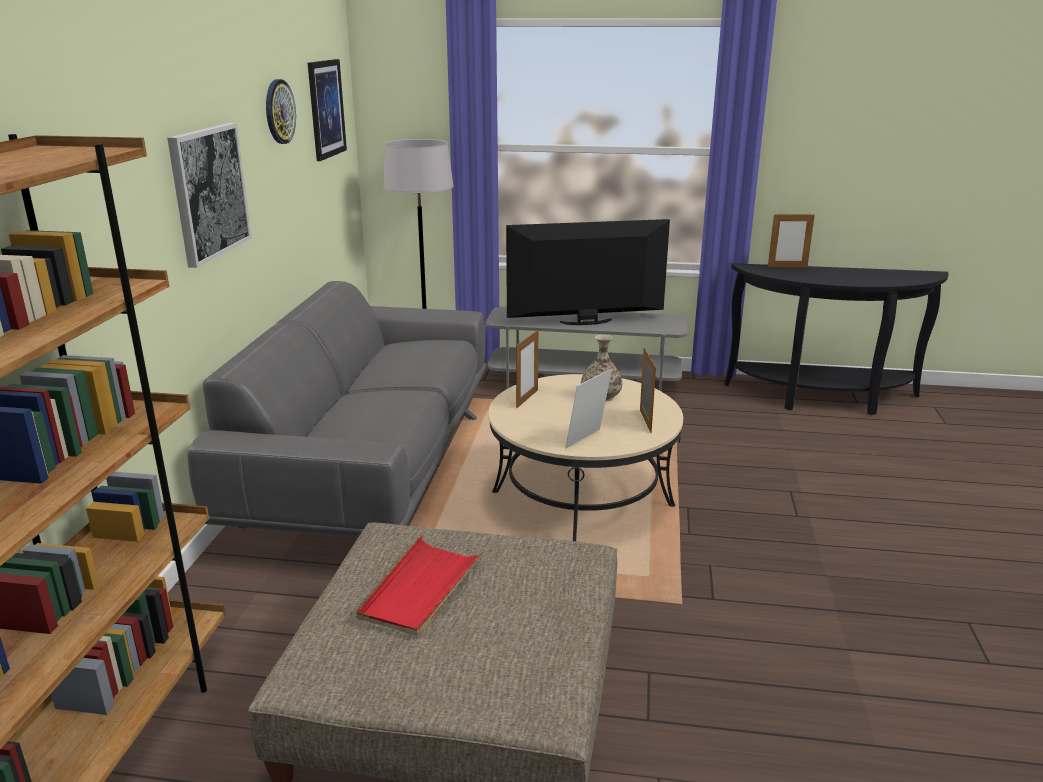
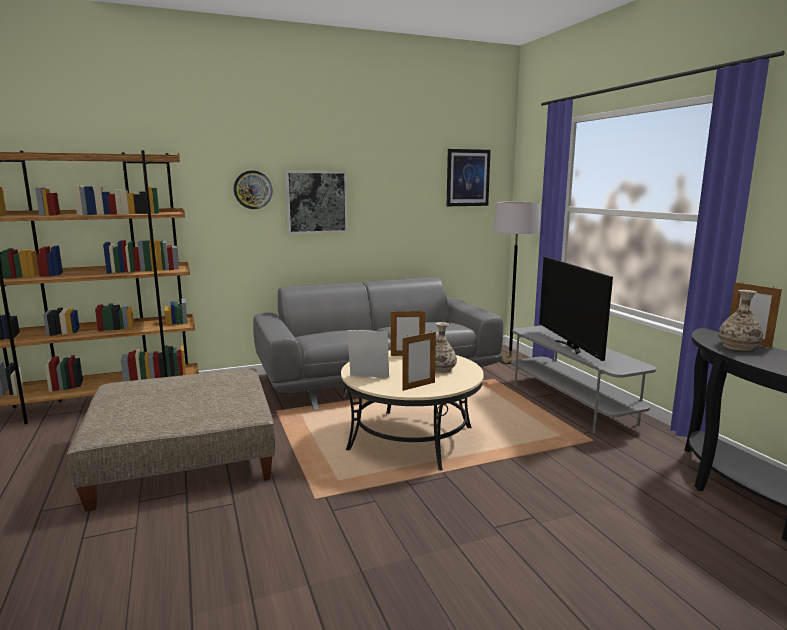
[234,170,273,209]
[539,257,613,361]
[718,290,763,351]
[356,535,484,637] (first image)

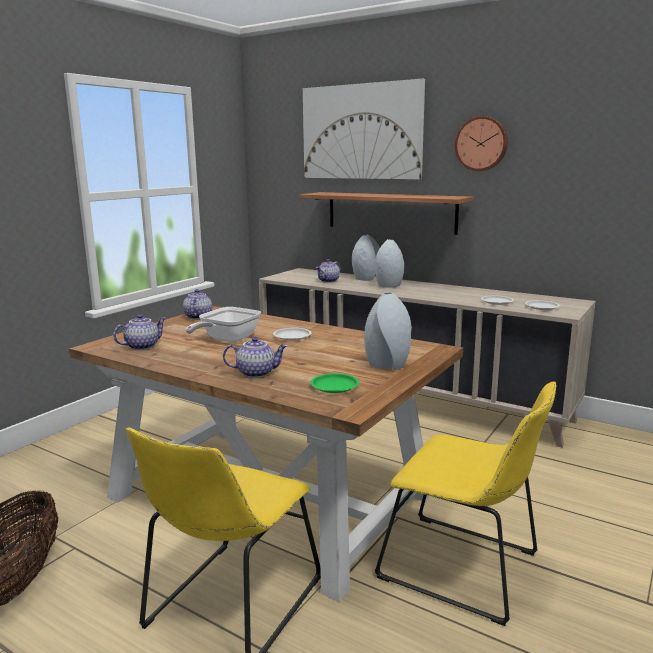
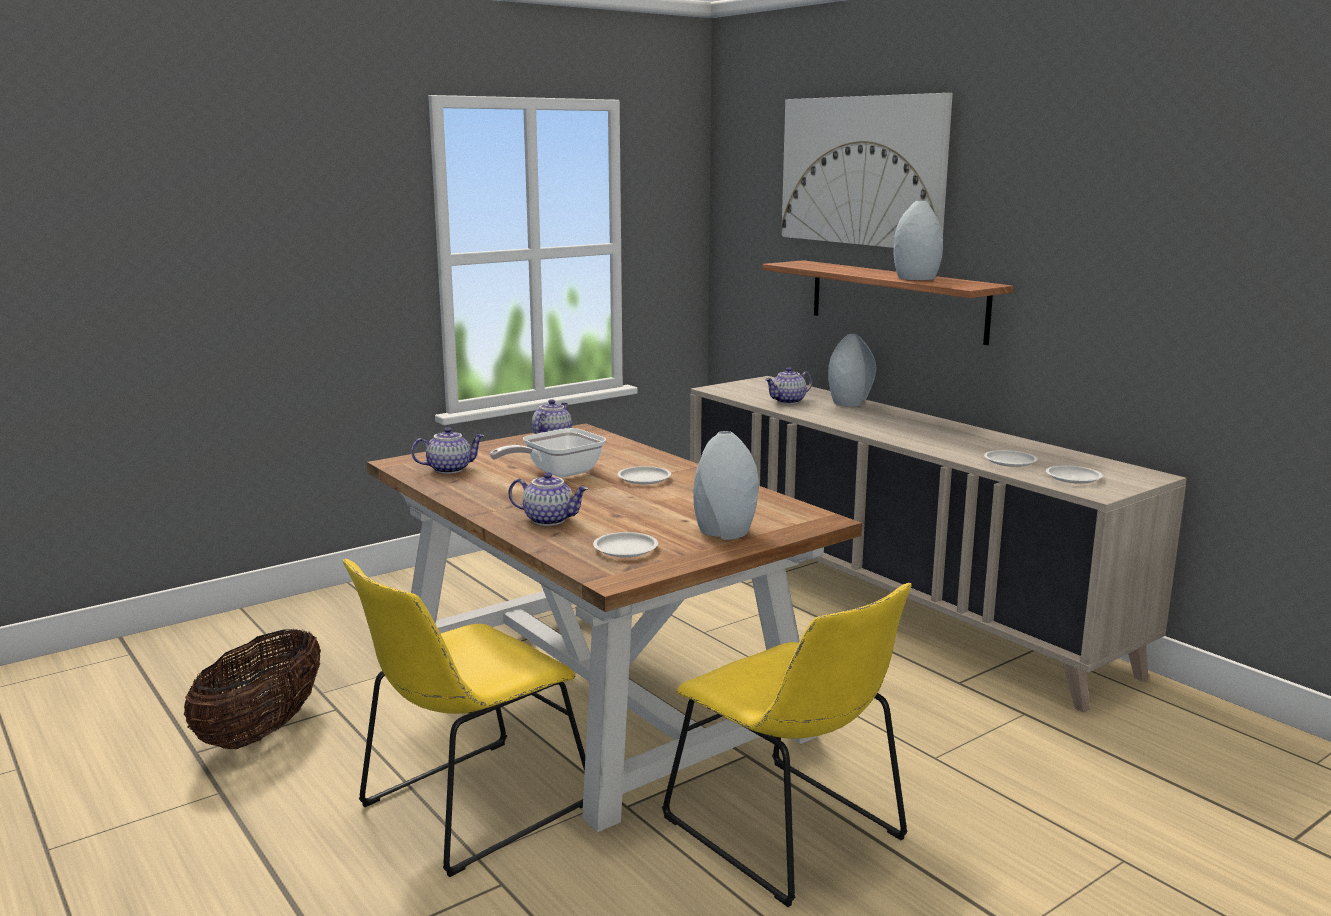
[593,532,658,557]
[893,200,943,280]
[455,116,508,171] (first image)

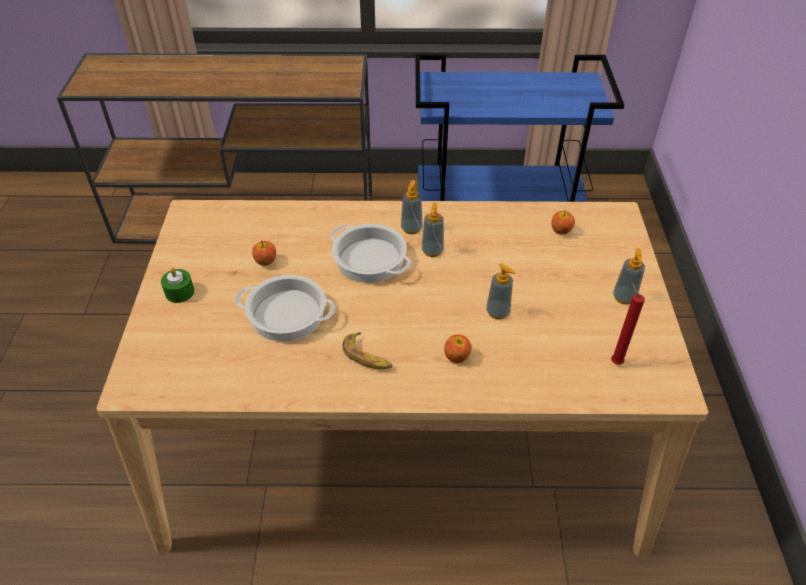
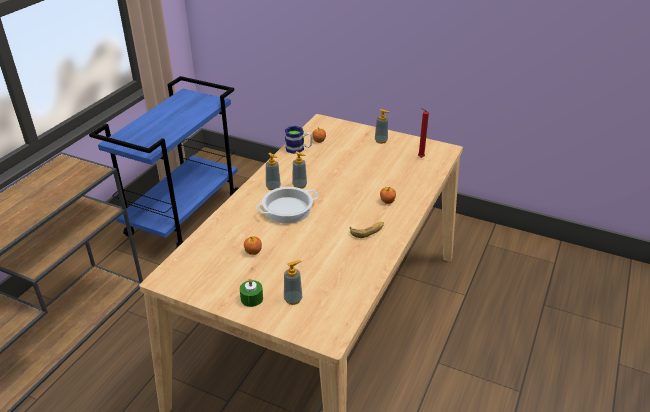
[284,260,302,305]
[285,126,312,154]
[235,275,336,342] (first image)

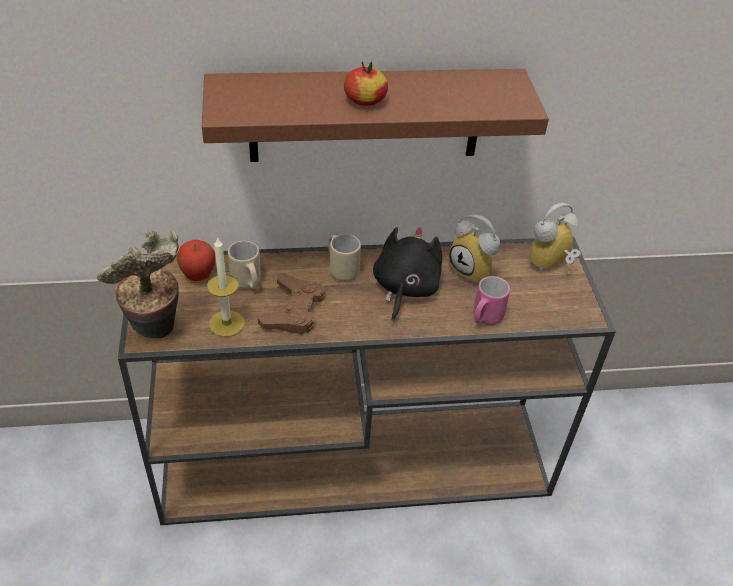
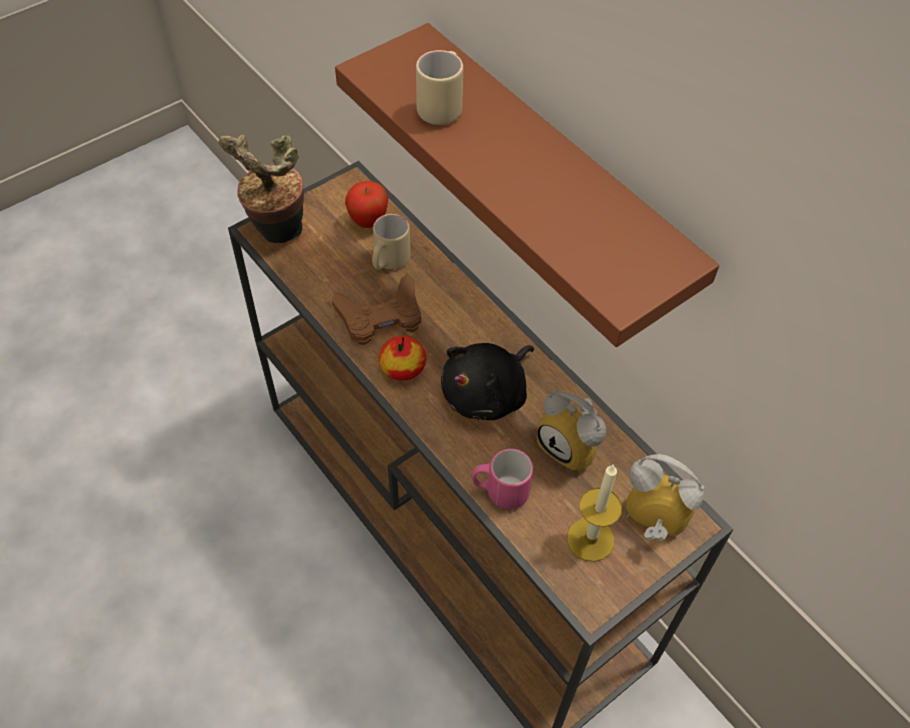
[379,336,426,380]
[416,50,463,125]
[441,343,534,420]
[537,391,606,471]
[567,464,622,562]

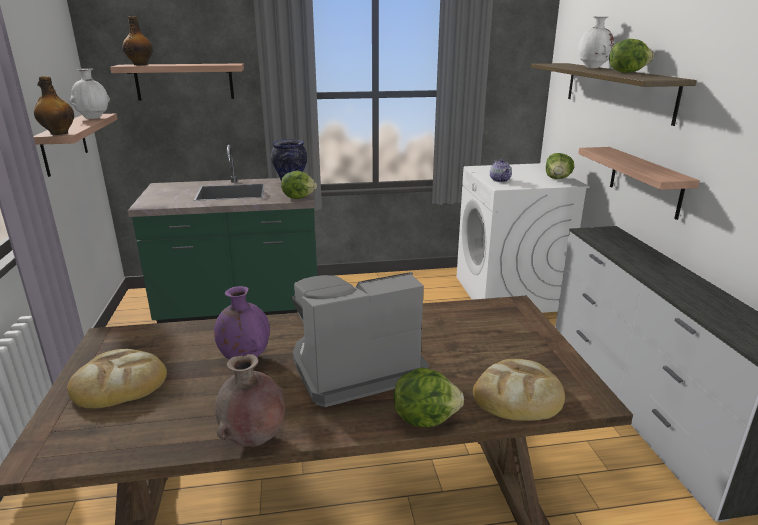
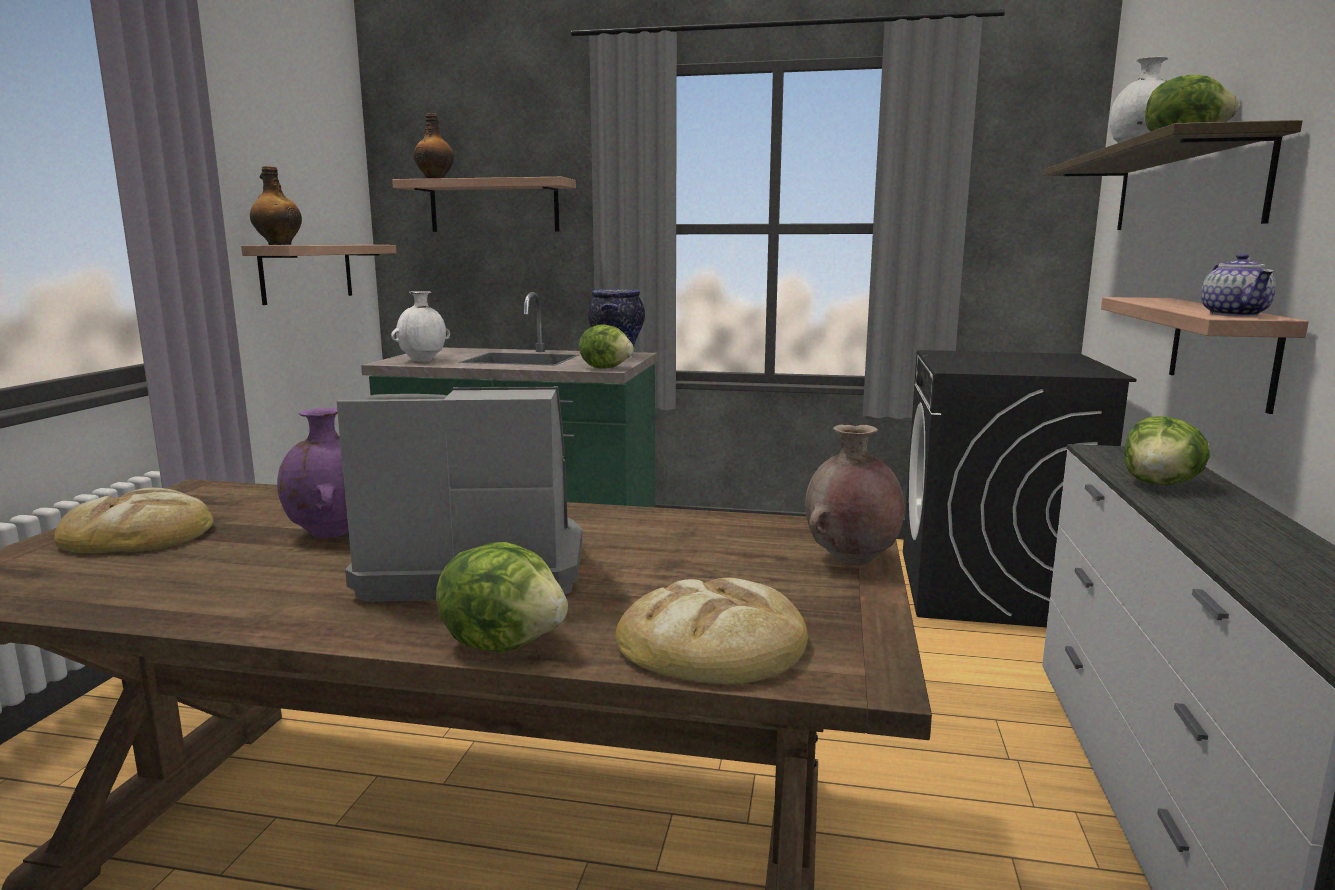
[391,291,450,361]
[805,424,904,565]
[903,350,1137,628]
[1125,416,1210,485]
[1201,253,1276,316]

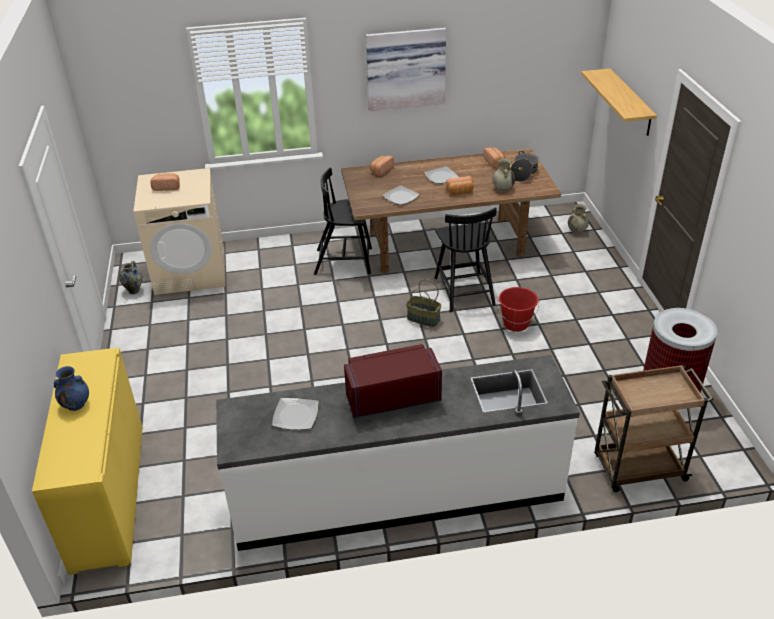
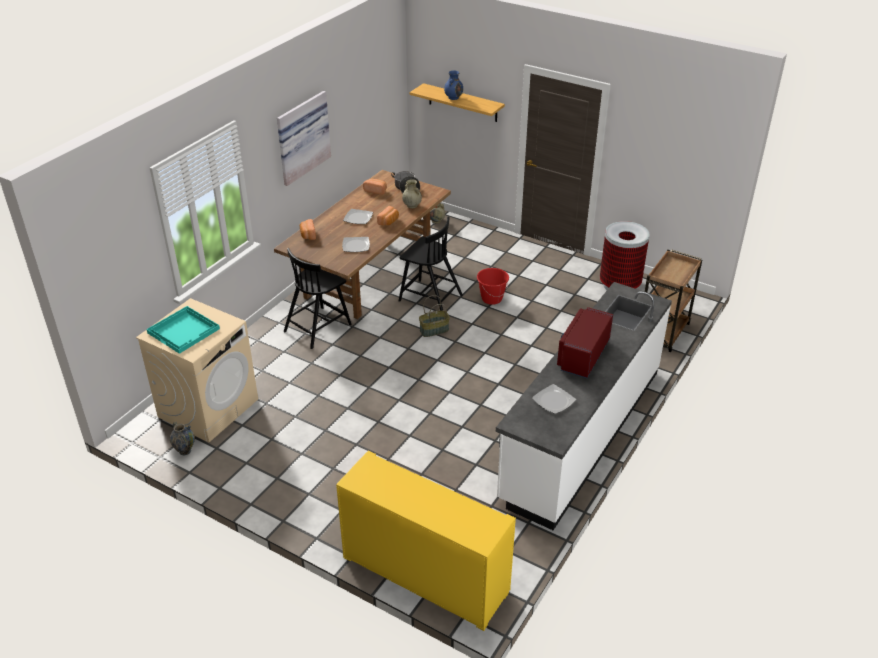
[146,306,220,354]
[444,70,463,100]

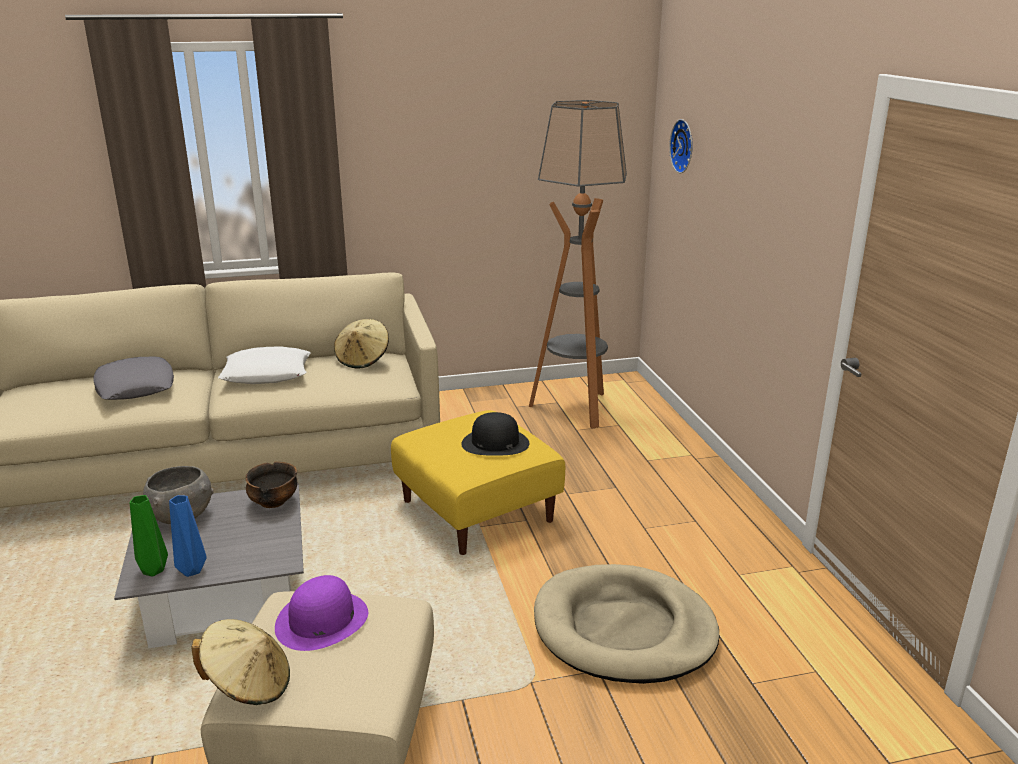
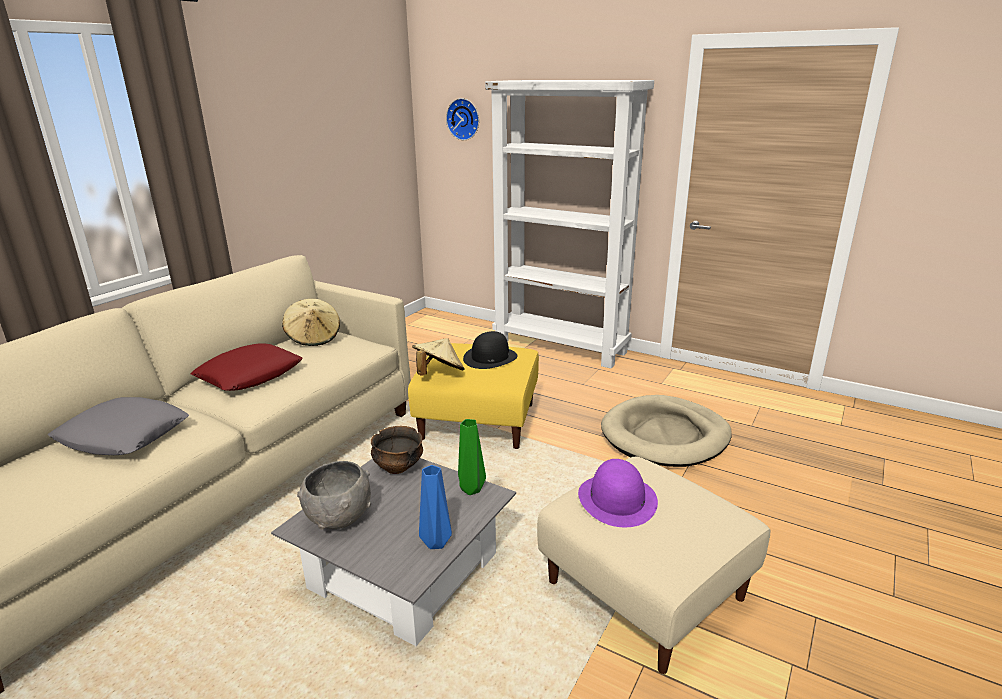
[191,344,303,391]
[412,338,465,376]
[458,419,486,495]
[485,80,654,368]
[529,100,627,428] (first image)

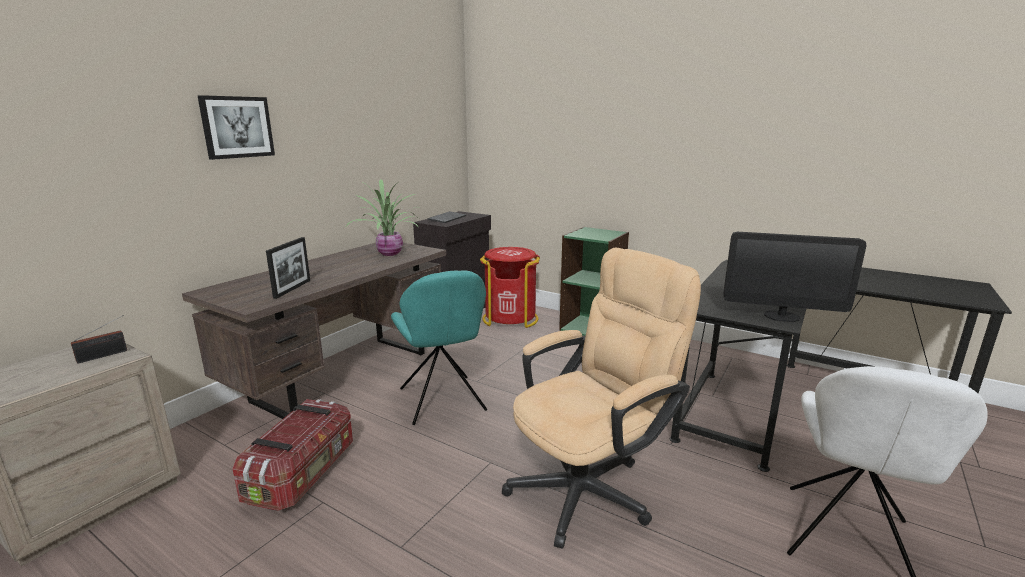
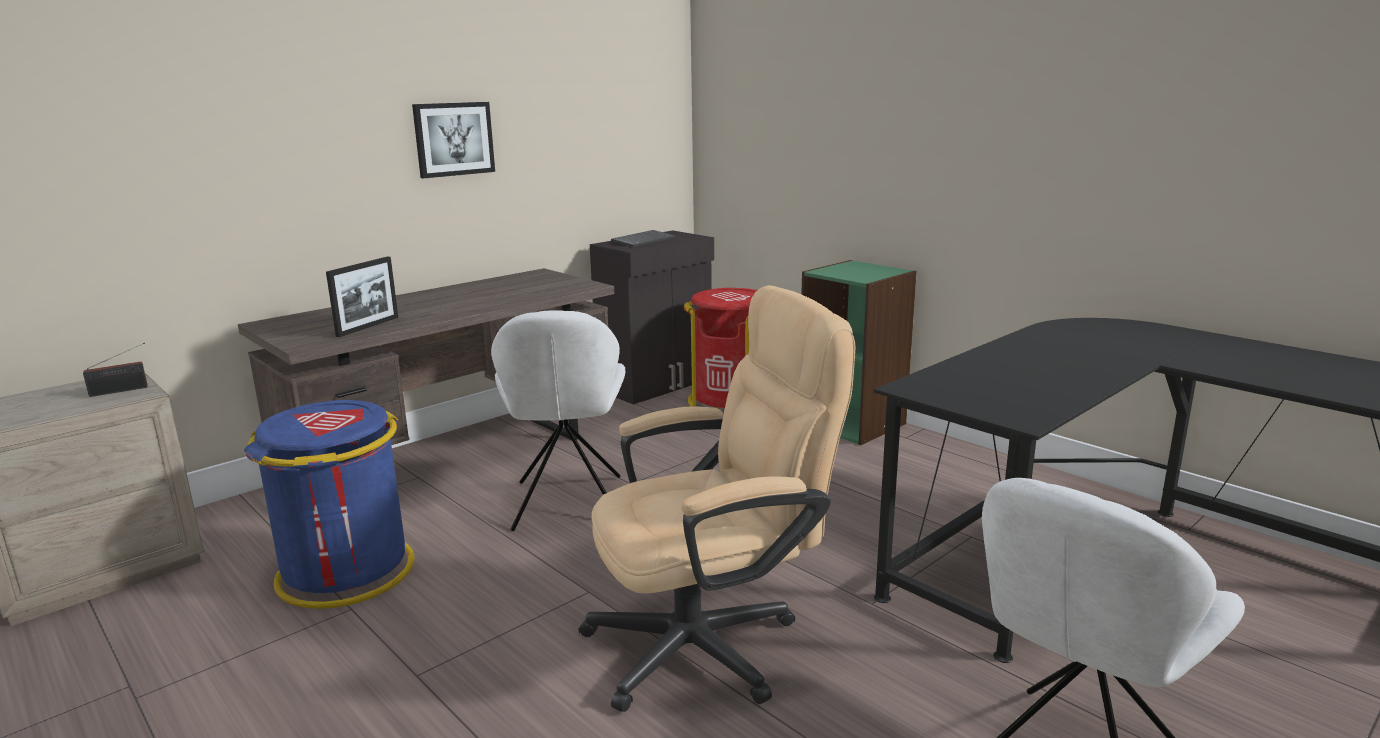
[244,400,414,609]
[412,102,495,178]
[491,310,625,531]
[346,179,419,256] (first image)
[723,232,866,322] (first image)

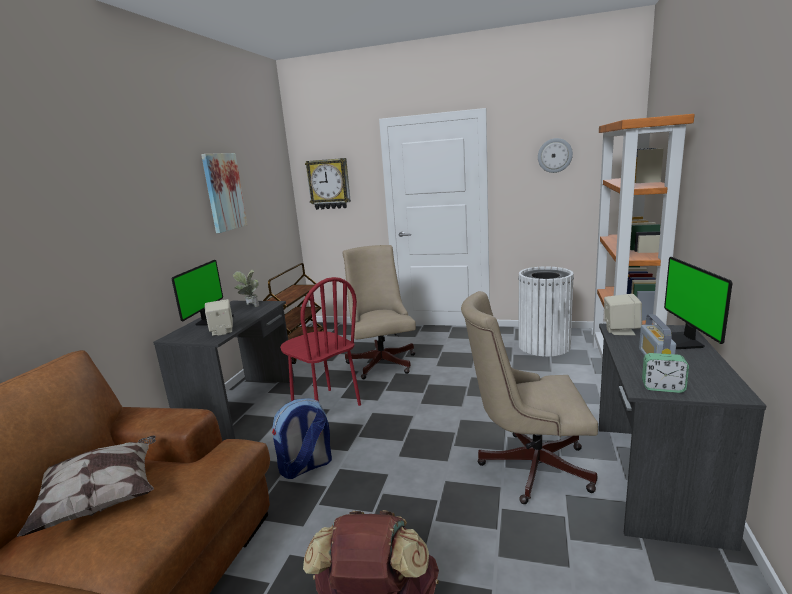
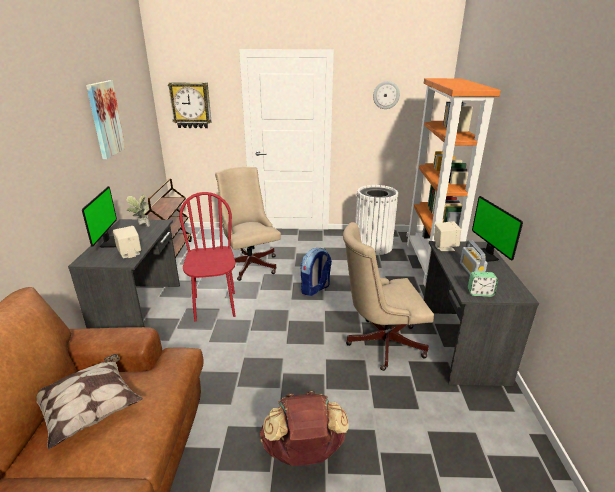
[179,192,236,321]
[300,248,332,296]

